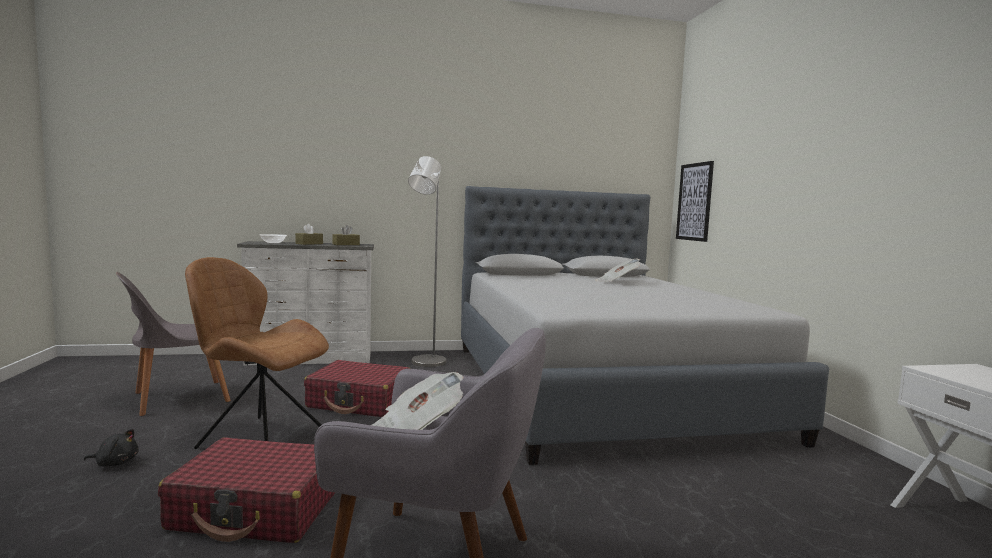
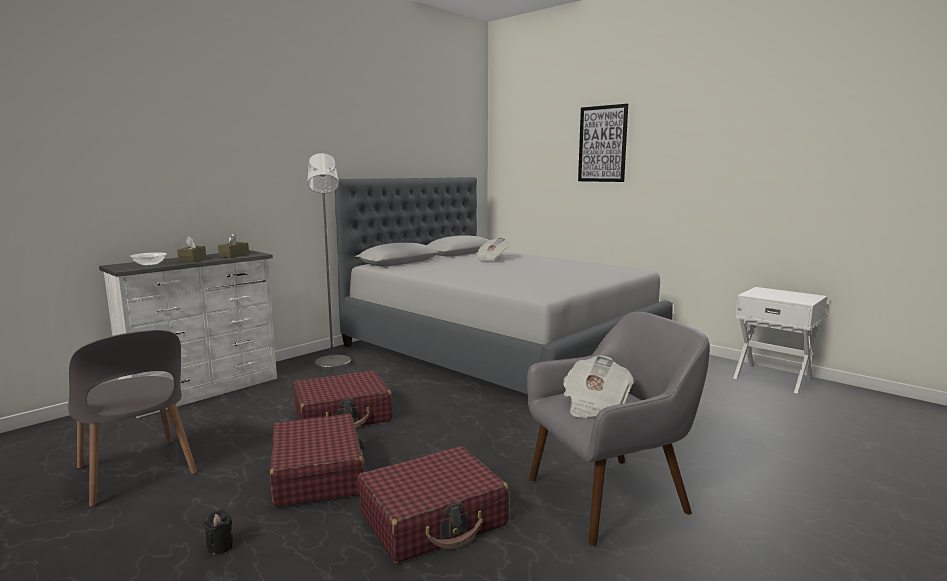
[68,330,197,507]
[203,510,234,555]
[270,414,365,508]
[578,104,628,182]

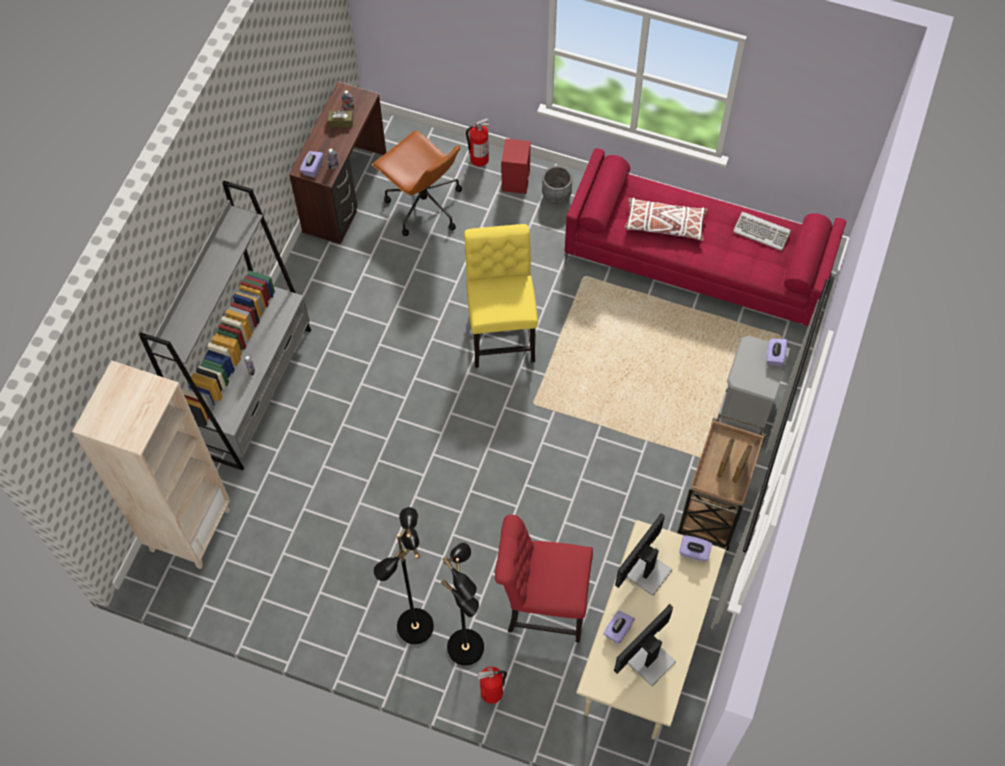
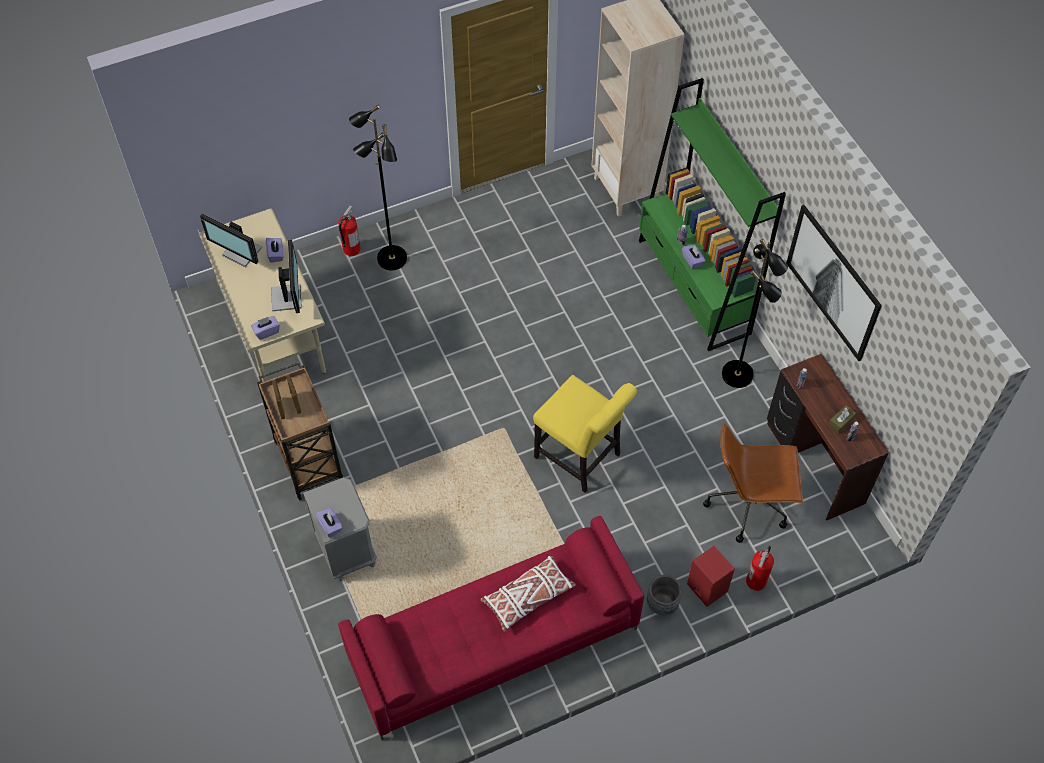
[200,213,262,267]
[639,78,786,351]
[682,244,706,269]
[722,239,788,388]
[786,205,882,361]
[495,515,593,643] (first image)
[733,212,791,251] (first image)

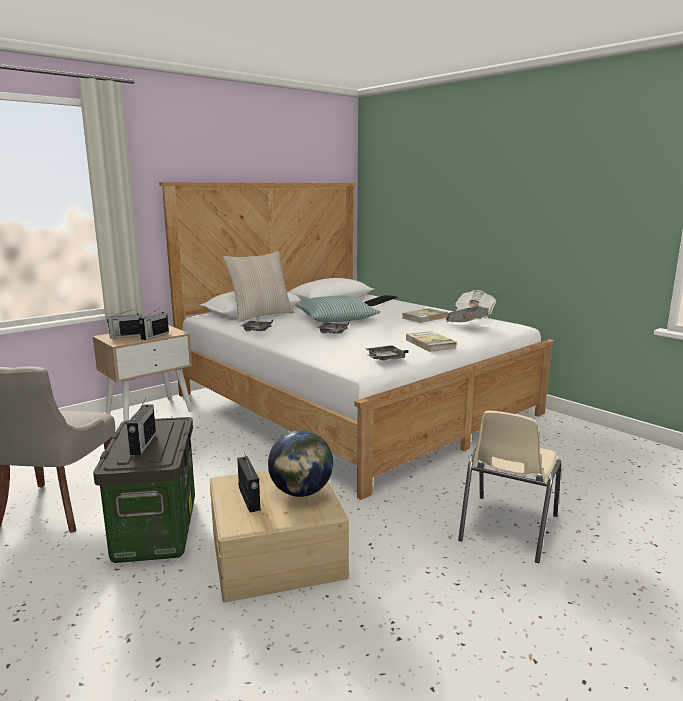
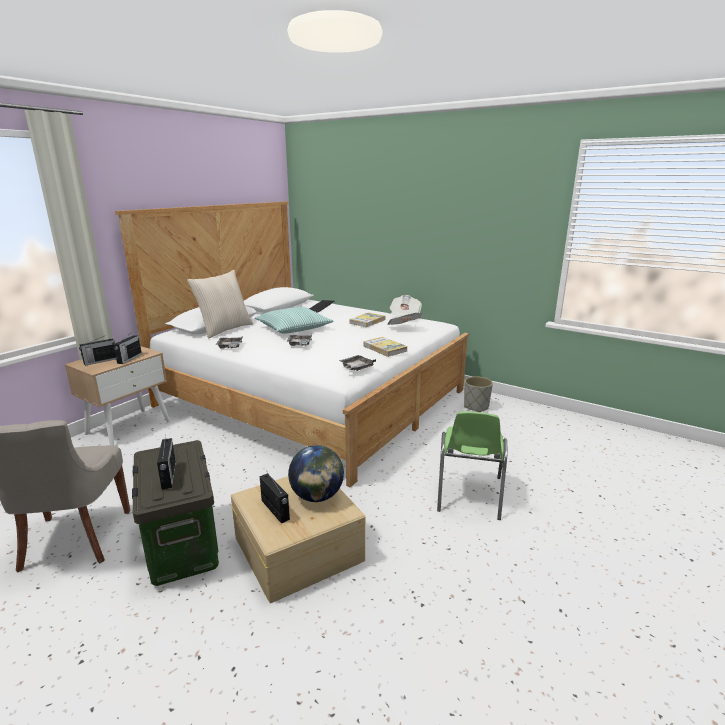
[437,411,508,520]
[464,376,493,412]

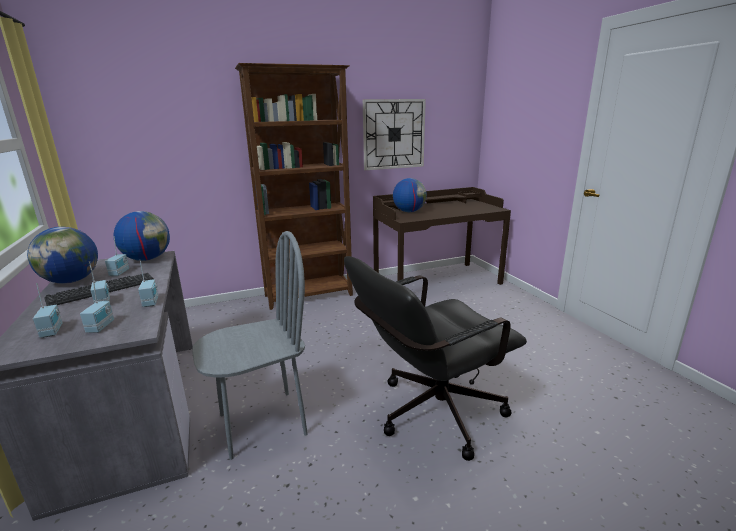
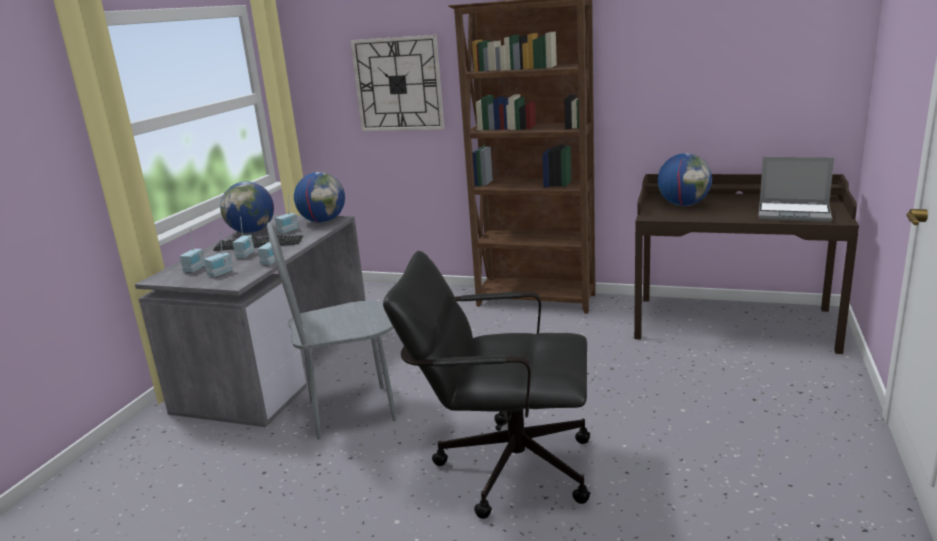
[267,222,397,440]
[351,35,444,131]
[758,157,834,222]

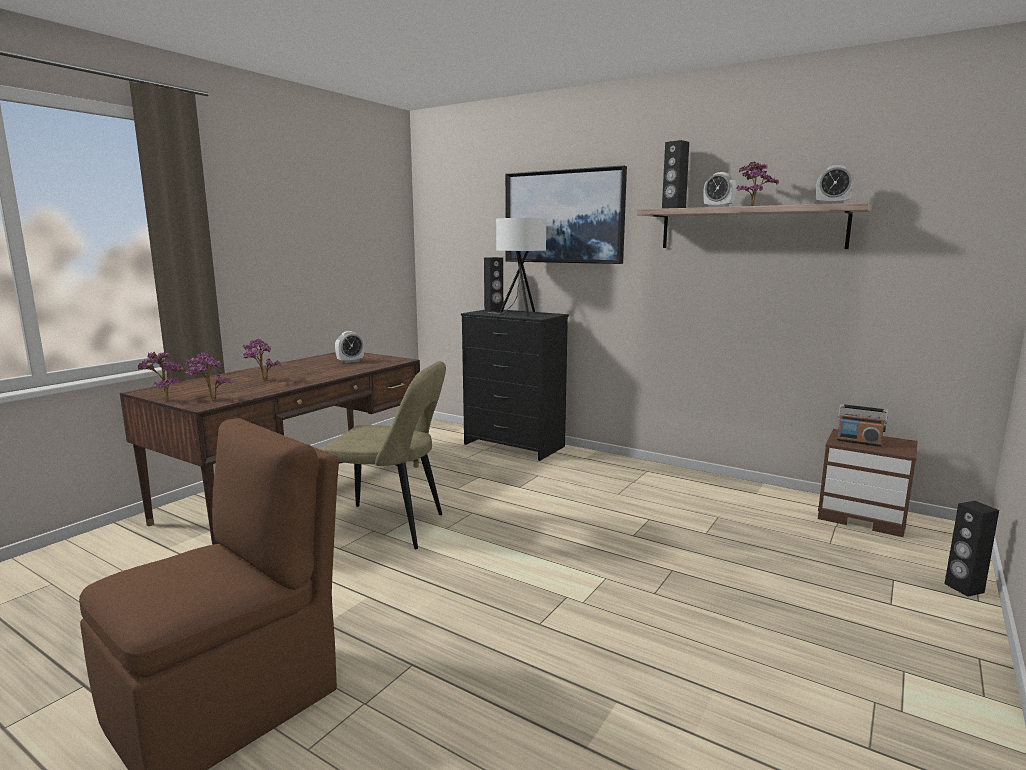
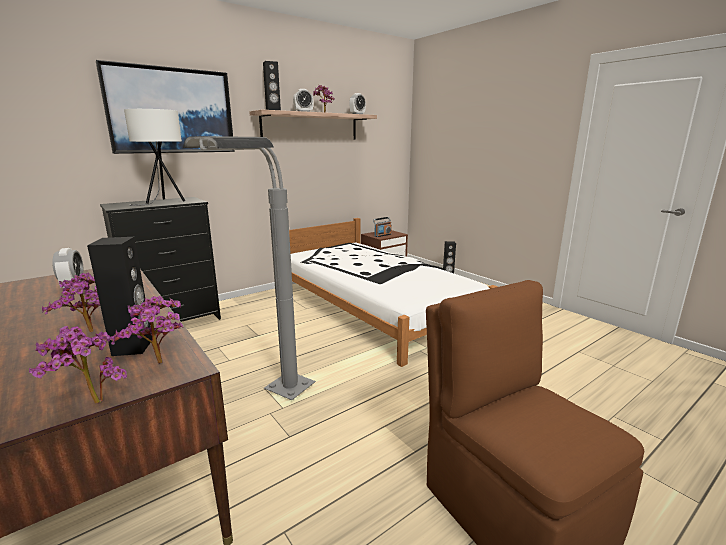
[87,237,152,356]
[183,136,316,400]
[289,218,498,367]

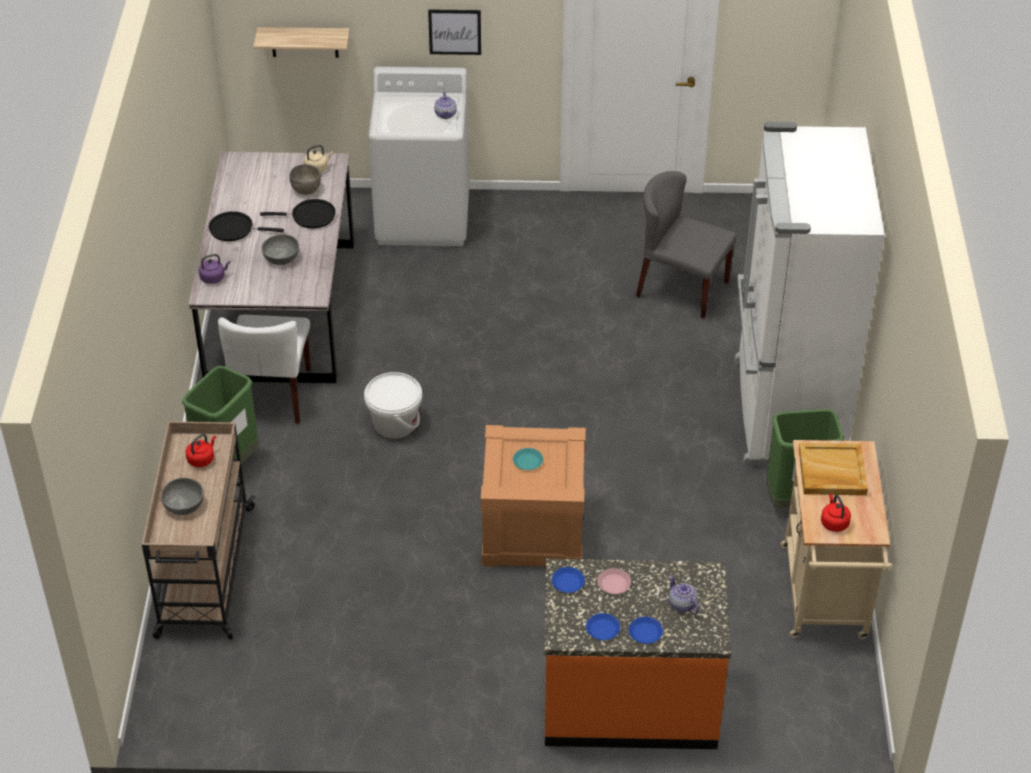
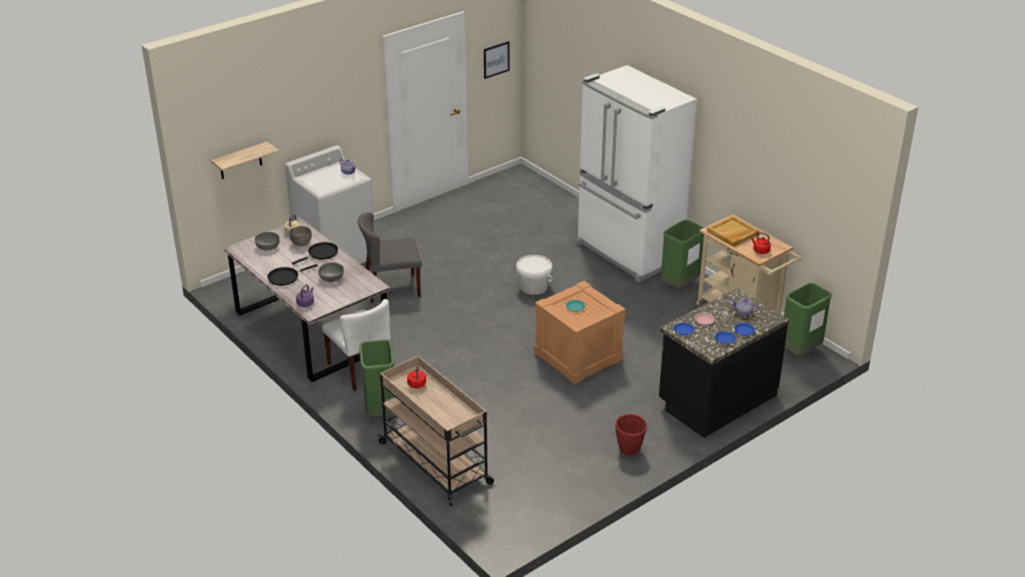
[255,232,280,250]
[358,212,422,303]
[484,41,509,79]
[516,255,553,295]
[615,414,647,455]
[659,289,789,438]
[784,283,832,355]

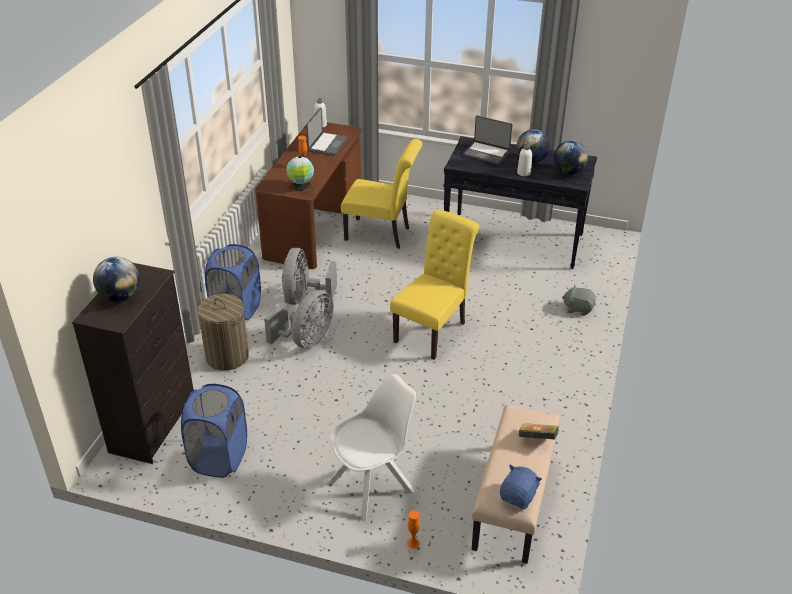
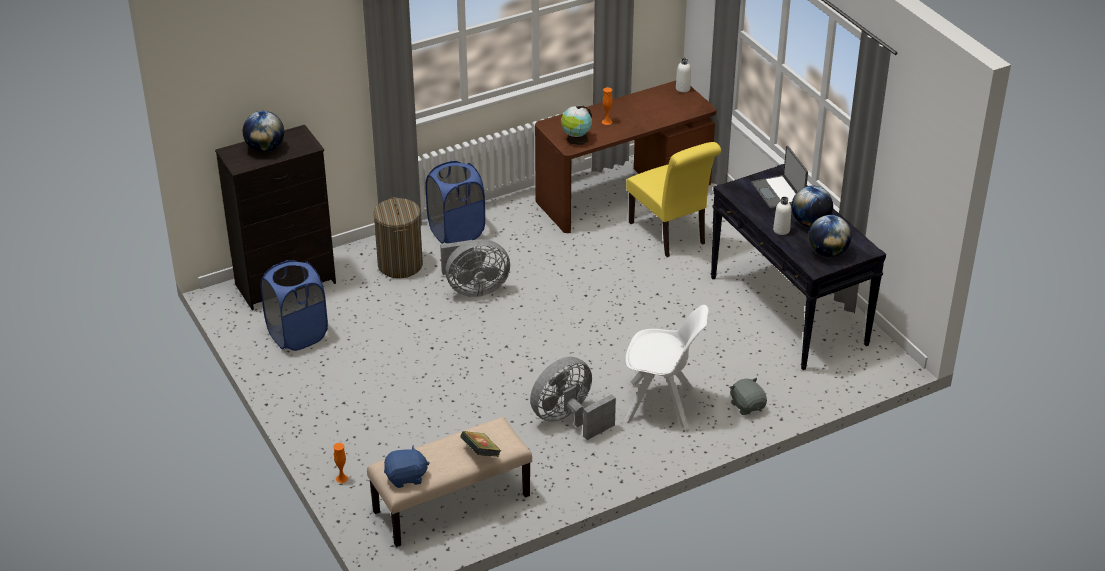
[530,357,616,440]
[624,305,709,429]
[306,108,348,156] (first image)
[390,210,479,360] (first image)

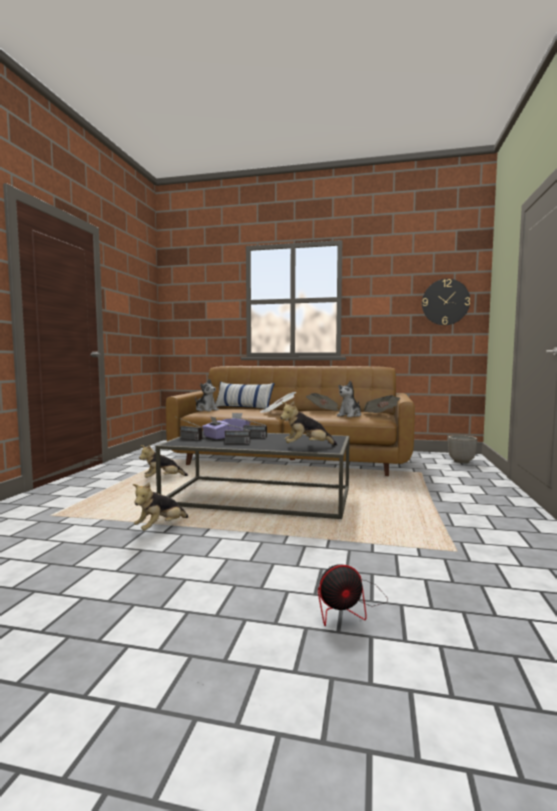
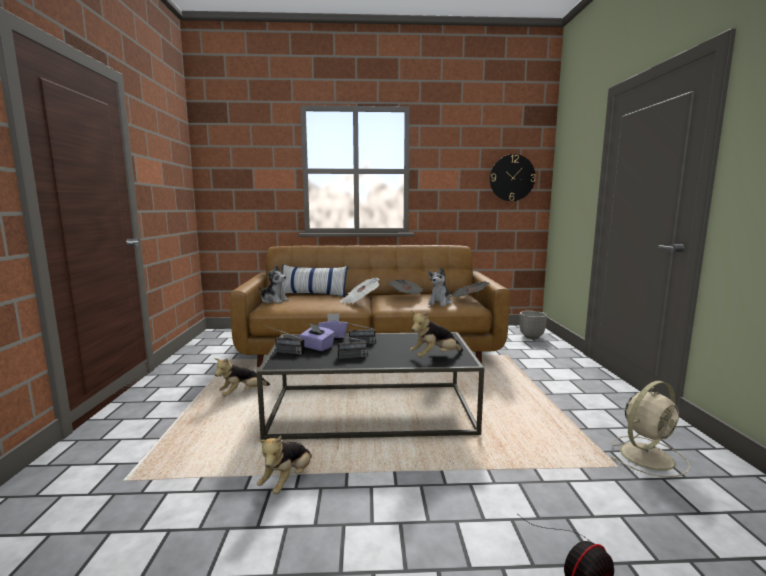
[612,381,690,478]

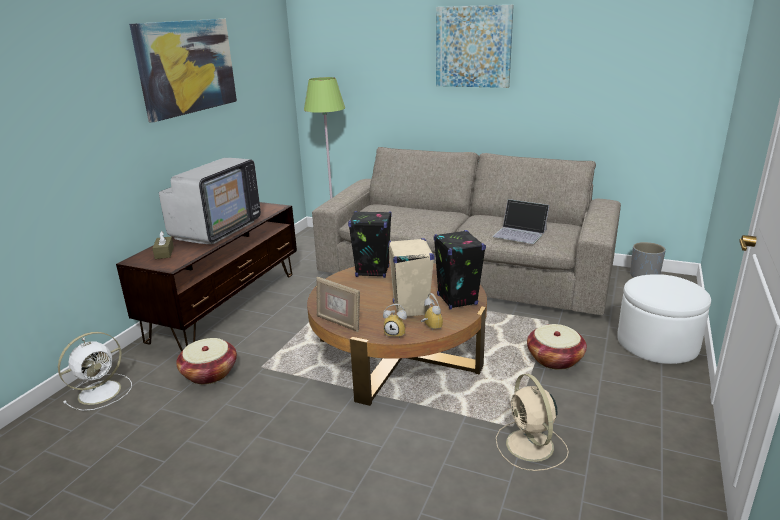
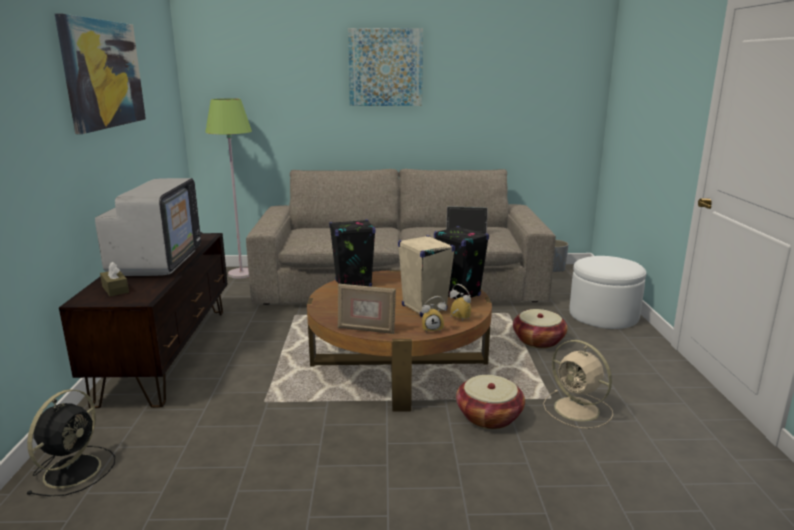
[27,389,115,496]
[456,375,525,429]

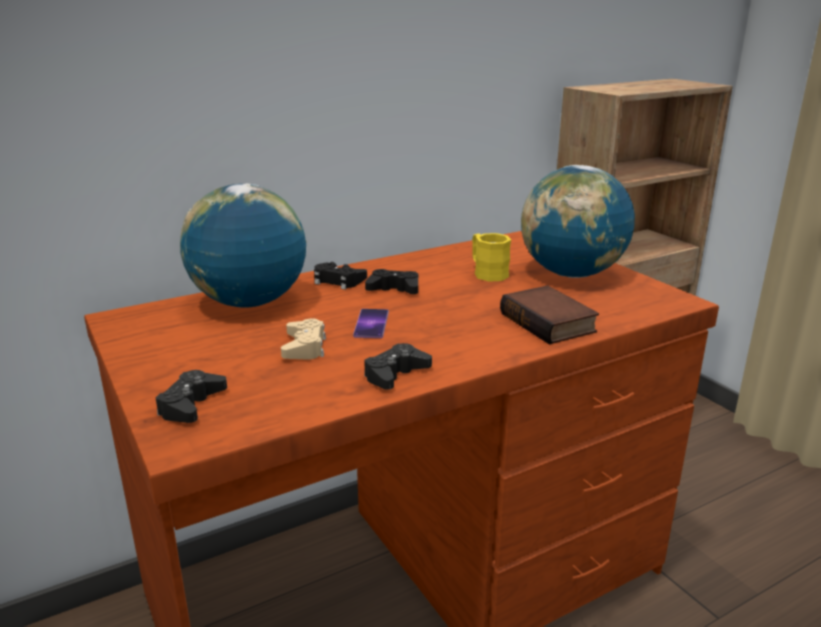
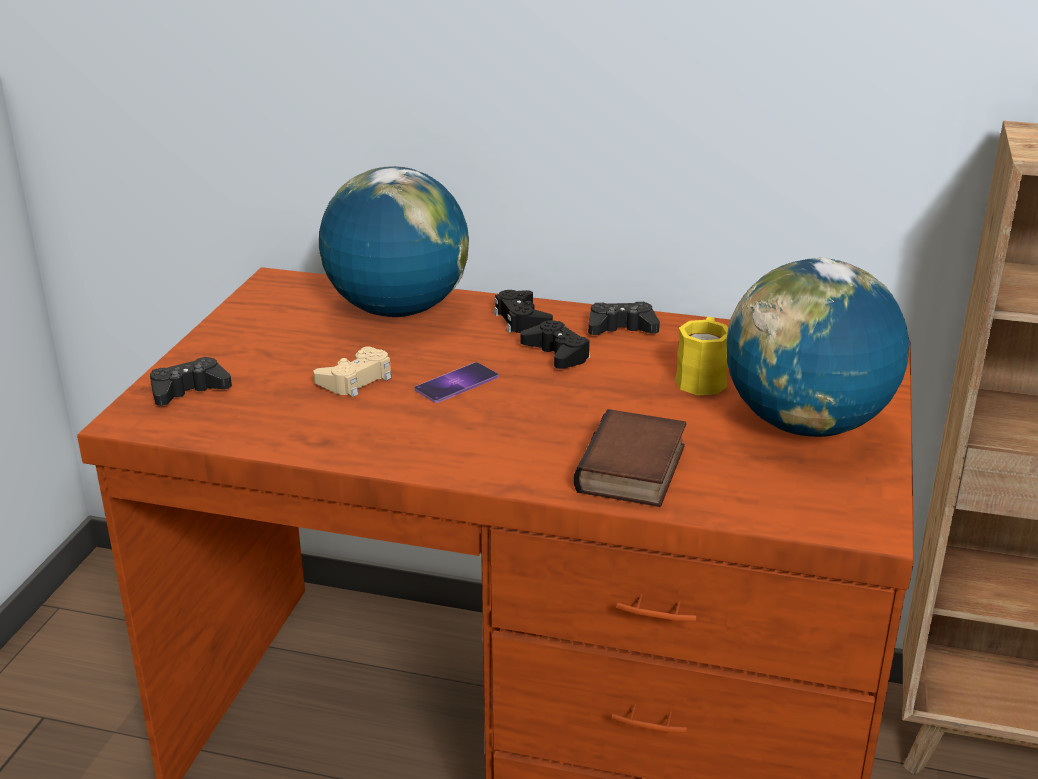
[588,302,660,335]

